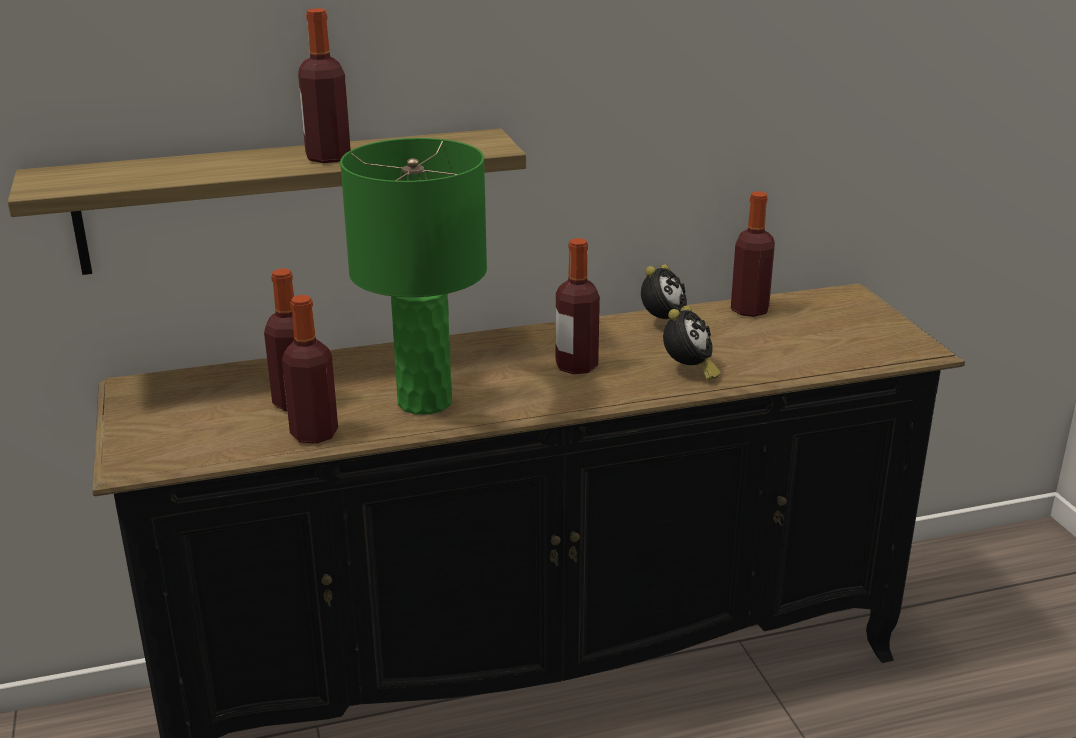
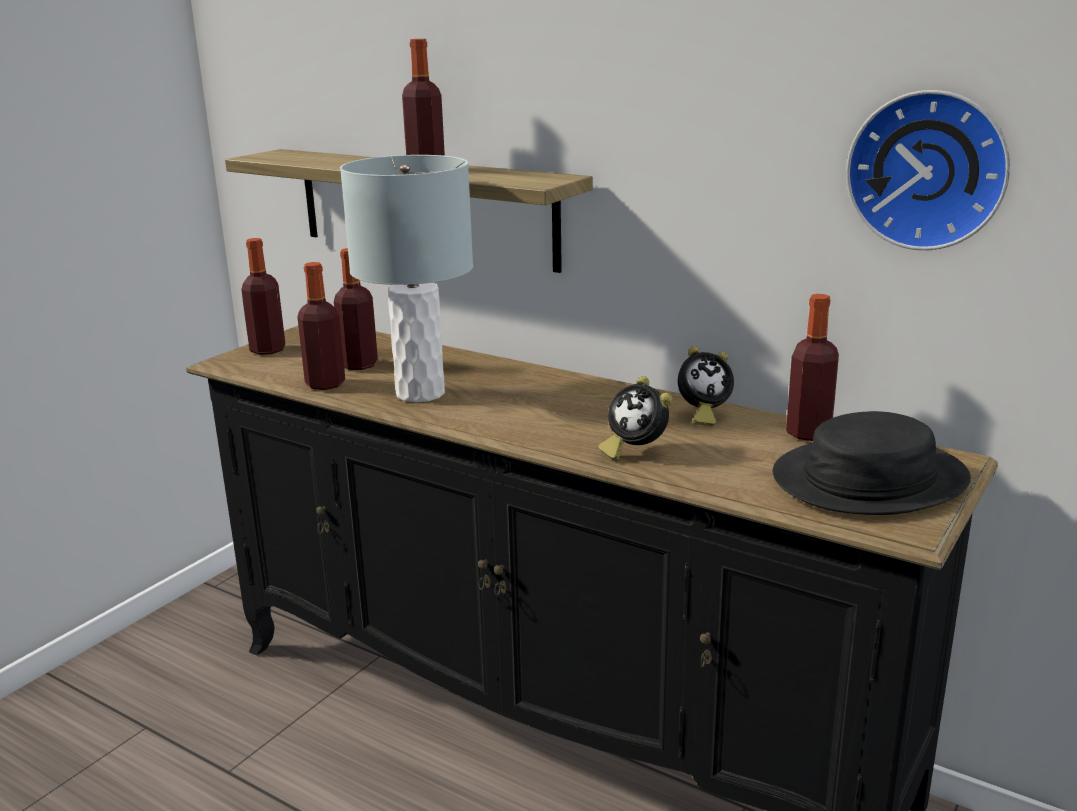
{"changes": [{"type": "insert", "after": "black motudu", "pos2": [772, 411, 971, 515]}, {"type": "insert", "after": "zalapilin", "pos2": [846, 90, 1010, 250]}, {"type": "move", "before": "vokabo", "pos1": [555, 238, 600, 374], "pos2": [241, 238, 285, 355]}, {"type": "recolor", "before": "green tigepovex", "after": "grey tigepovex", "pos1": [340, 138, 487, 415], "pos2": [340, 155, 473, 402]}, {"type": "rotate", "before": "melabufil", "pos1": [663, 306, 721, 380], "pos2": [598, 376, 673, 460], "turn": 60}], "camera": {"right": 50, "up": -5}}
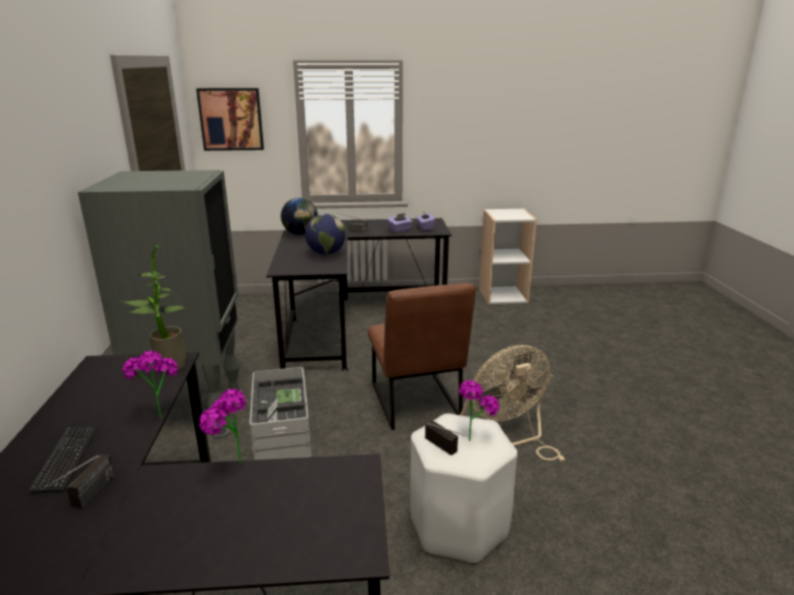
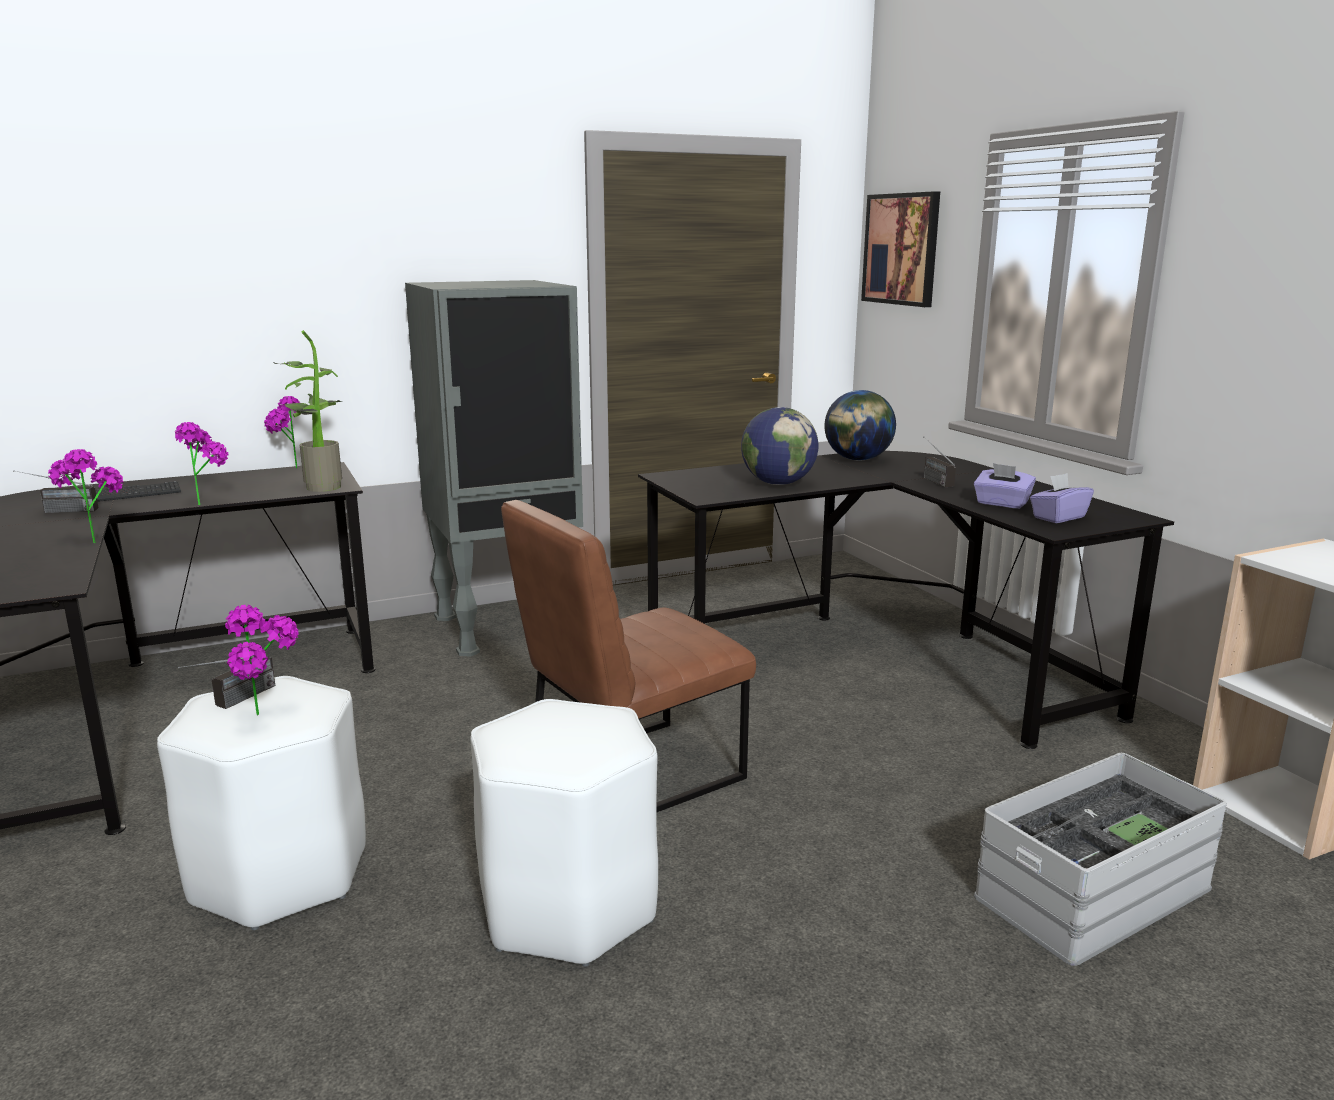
{"changes": [{"type": "insert", "after": "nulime", "pos2": [264, 396, 300, 469]}, {"type": "move", "before": "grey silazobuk", "pos1": [250, 367, 312, 460], "pos2": [974, 753, 1227, 966]}, {"type": "replace", "before": "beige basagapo", "after": "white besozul", "pos1": [460, 345, 565, 463], "pos2": [470, 699, 658, 967]}], "camera": {"right": 70, "up": -5}}
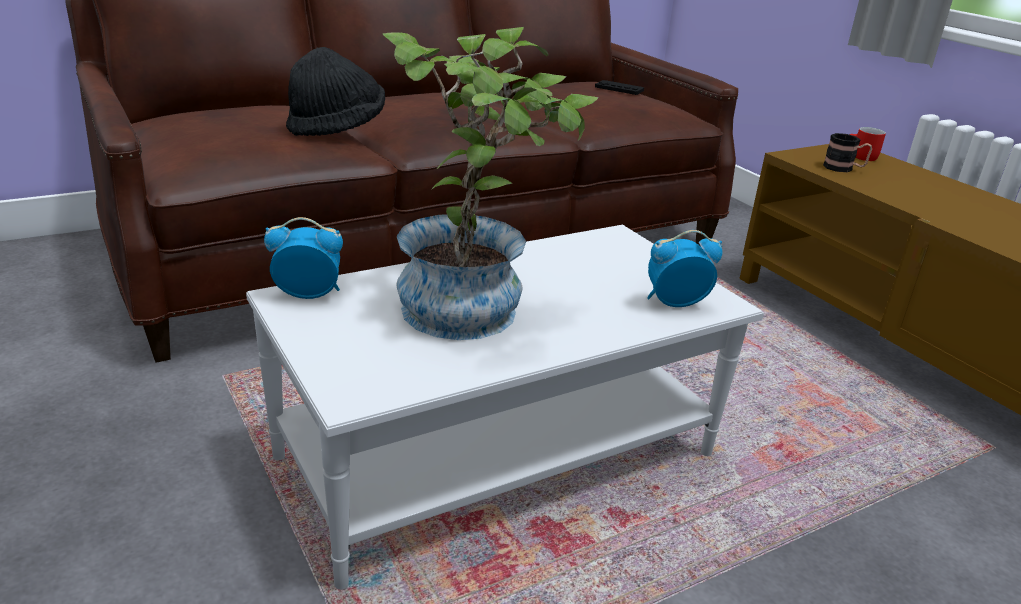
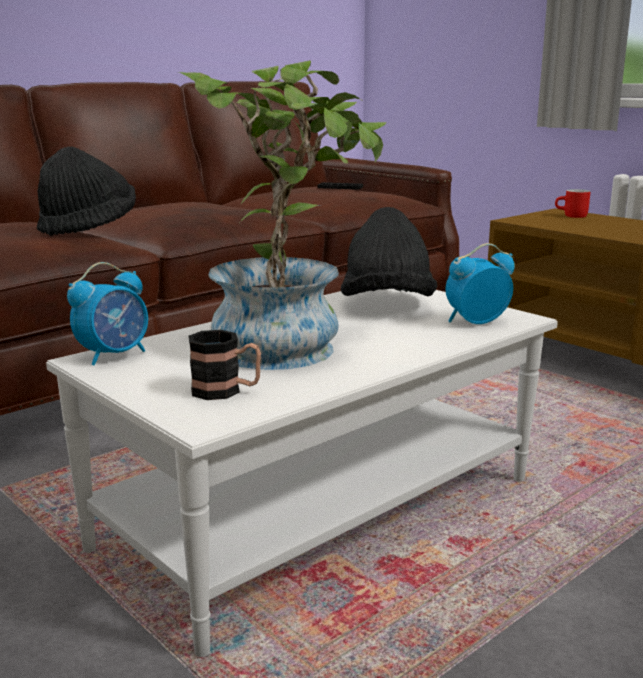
{"changes": [{"type": "insert", "after": "black motudu", "pos2": [341, 207, 437, 296]}, {"type": "move", "before": "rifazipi", "pos1": [823, 133, 872, 172], "pos2": [189, 330, 261, 400]}, {"type": "rotate", "before": "melabufil", "pos1": [264, 217, 343, 299], "pos2": [67, 262, 148, 365], "turn": 150}], "camera": {"right": -10, "up": -10}}
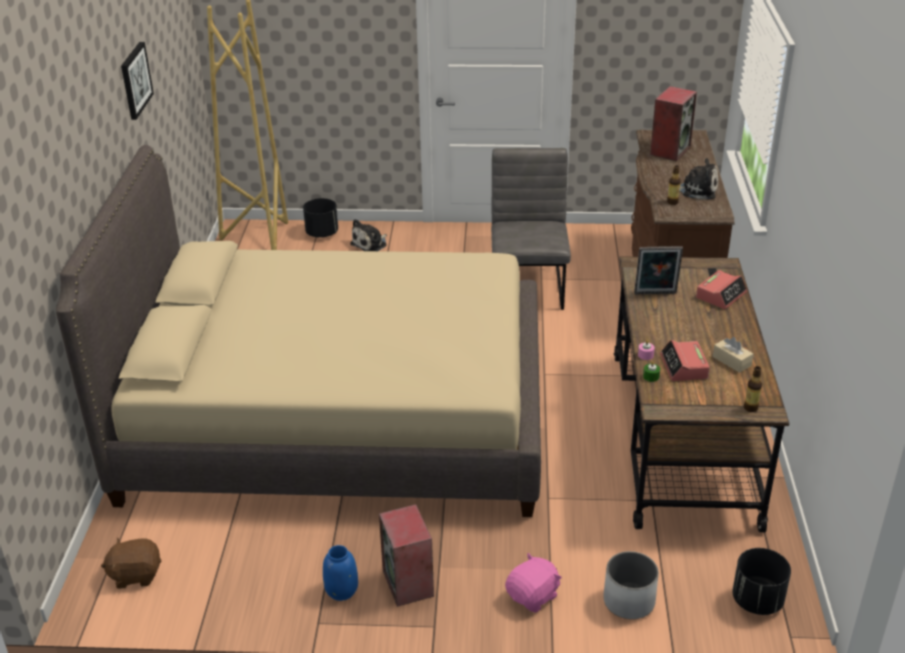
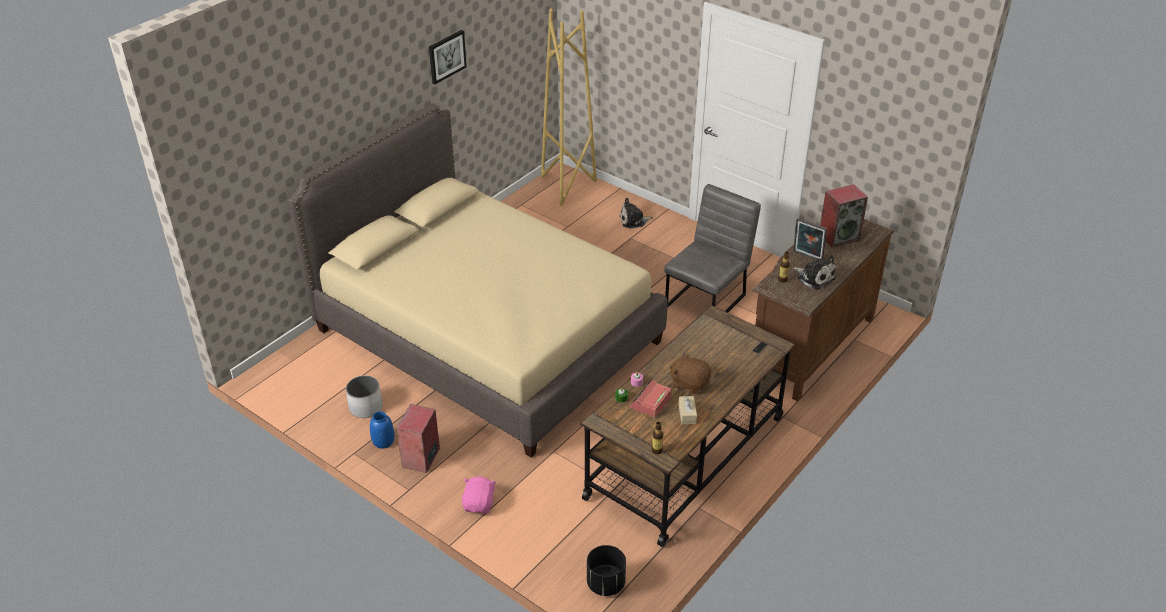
{"changes": [{"type": "delete", "before": "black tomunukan", "pos1": [303, 198, 338, 237]}, {"type": "delete", "before": "melabufil", "pos1": [696, 270, 747, 309]}, {"type": "move", "before": "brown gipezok", "pos1": [101, 538, 162, 589], "pos2": [669, 353, 711, 394]}, {"type": "move", "before": "white tomunukan", "pos1": [604, 551, 659, 619], "pos2": [346, 375, 383, 418]}, {"type": "move", "before": "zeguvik", "pos1": [634, 246, 683, 294], "pos2": [793, 218, 827, 260]}, {"type": "rotate", "before": "pink gipezok", "pos1": [505, 553, 562, 613], "pos2": [462, 477, 496, 514], "turn": -75}], "camera": {"right": 35, "up": 5}}
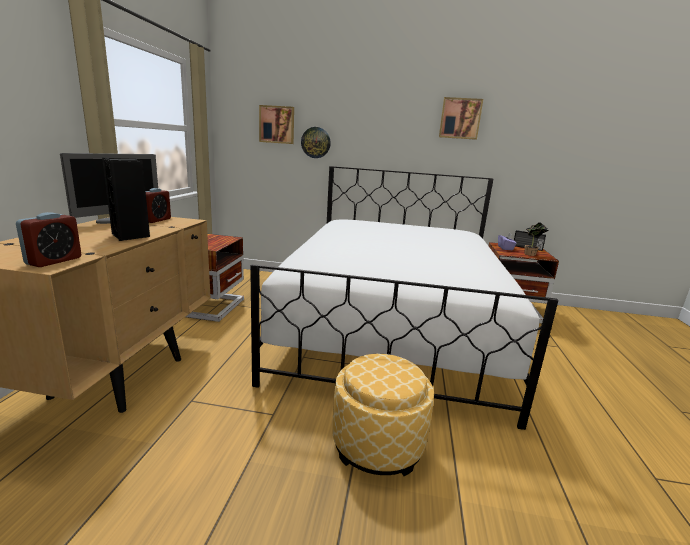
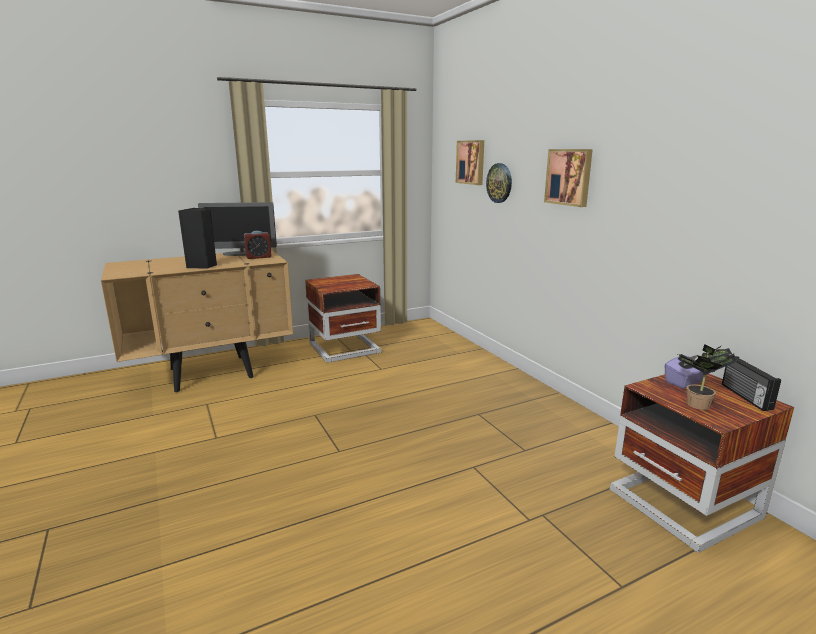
{"changes": [{"type": "delete", "before": "melabufil", "pos1": [16, 212, 82, 267]}, {"type": "delete", "before": "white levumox", "pos1": [250, 166, 558, 430]}, {"type": "delete", "before": "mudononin", "pos1": [332, 354, 434, 476]}, {"type": "move", "before": "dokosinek", "pos1": [439, 97, 483, 140], "pos2": [544, 149, 593, 207]}], "camera": {"right": 55, "up": 0}}
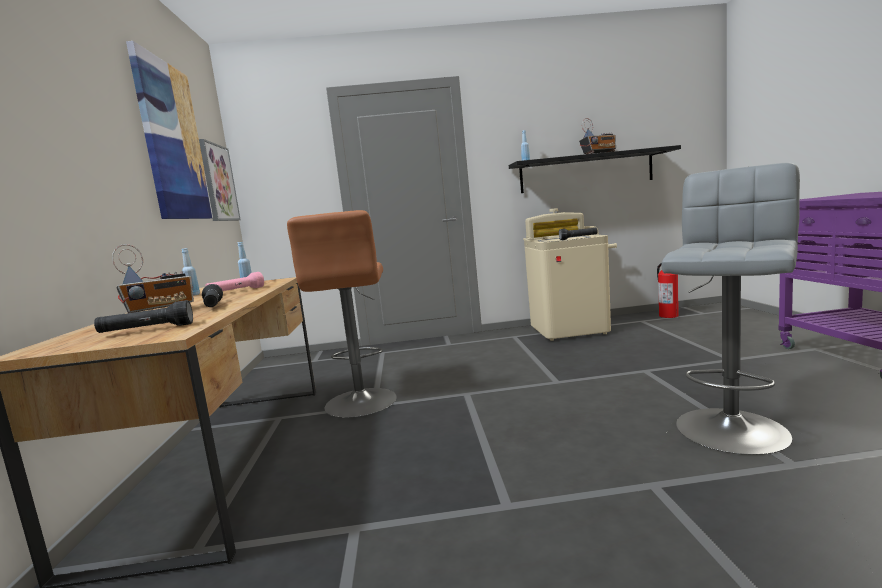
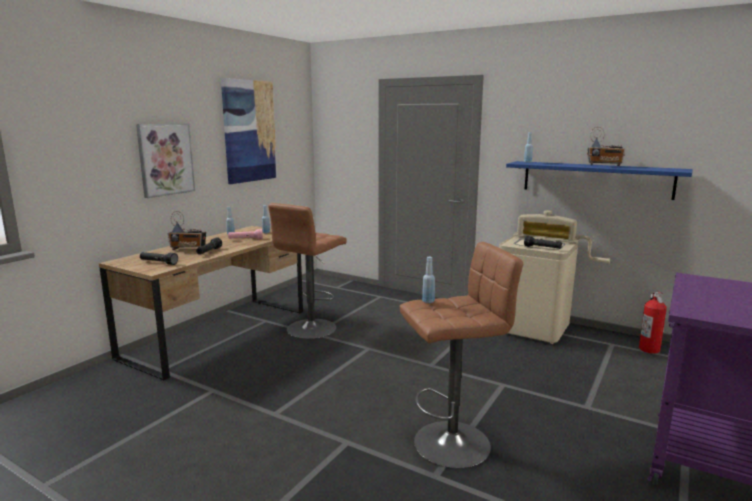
{"changes": [{"type": "insert", "after": "blue vokabo", "pos2": [422, 257, 435, 303]}, {"type": "move", "before": "dokosinek", "pos1": [199, 139, 241, 221], "pos2": [136, 124, 195, 198]}, {"type": "recolor", "before": "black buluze", "after": "blue buluze", "pos1": [509, 145, 681, 193], "pos2": [506, 161, 693, 200]}, {"type": "recolor", "before": "grey besozul", "after": "brown besozul", "pos1": [662, 163, 800, 455], "pos2": [400, 242, 523, 468]}], "camera": {"right": 35, "up": 5}}
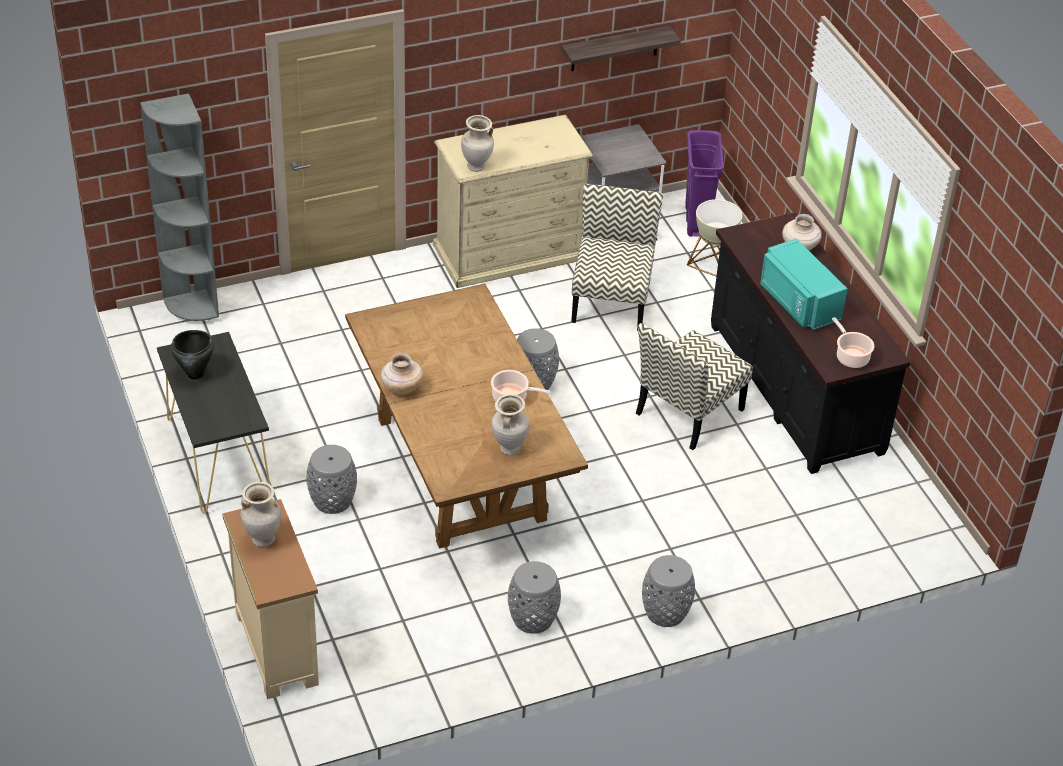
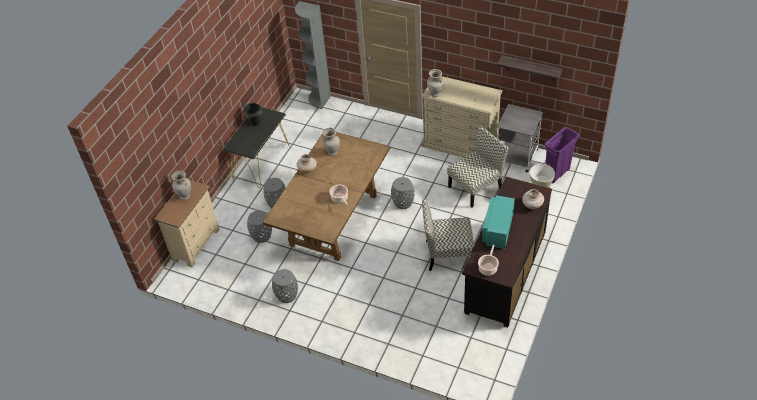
{"changes": [{"type": "move", "before": "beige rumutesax", "pos1": [492, 394, 529, 455], "pos2": [322, 128, 340, 156]}, {"type": "move", "before": "grey besozul", "pos1": [642, 555, 695, 627], "pos2": [247, 210, 272, 243]}], "camera": {"right": 50, "up": 5}}
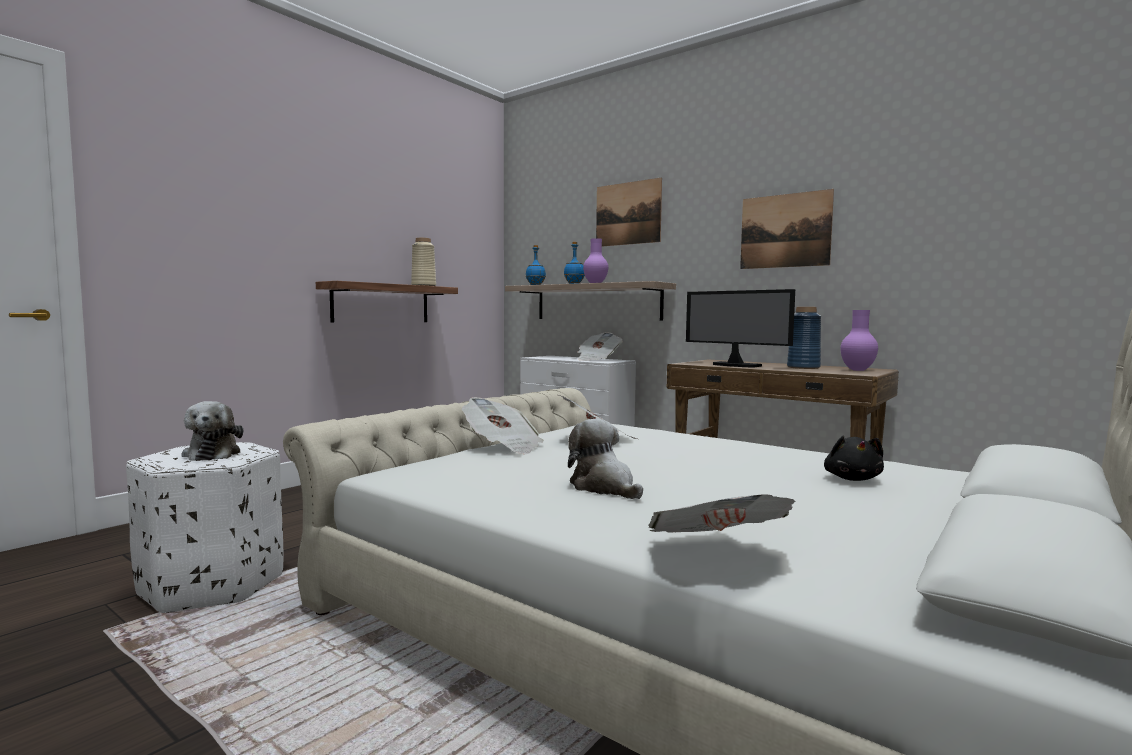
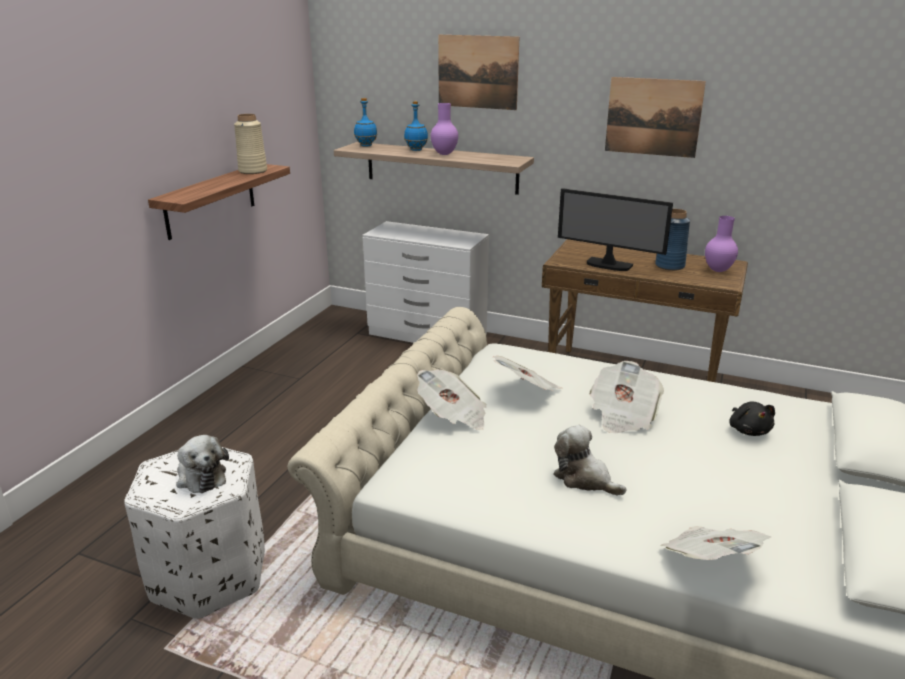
{"changes": [{"type": "move", "before": "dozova", "pos1": [578, 332, 622, 361], "pos2": [590, 361, 664, 433]}], "camera": {"right": -15, "up": 20}}
